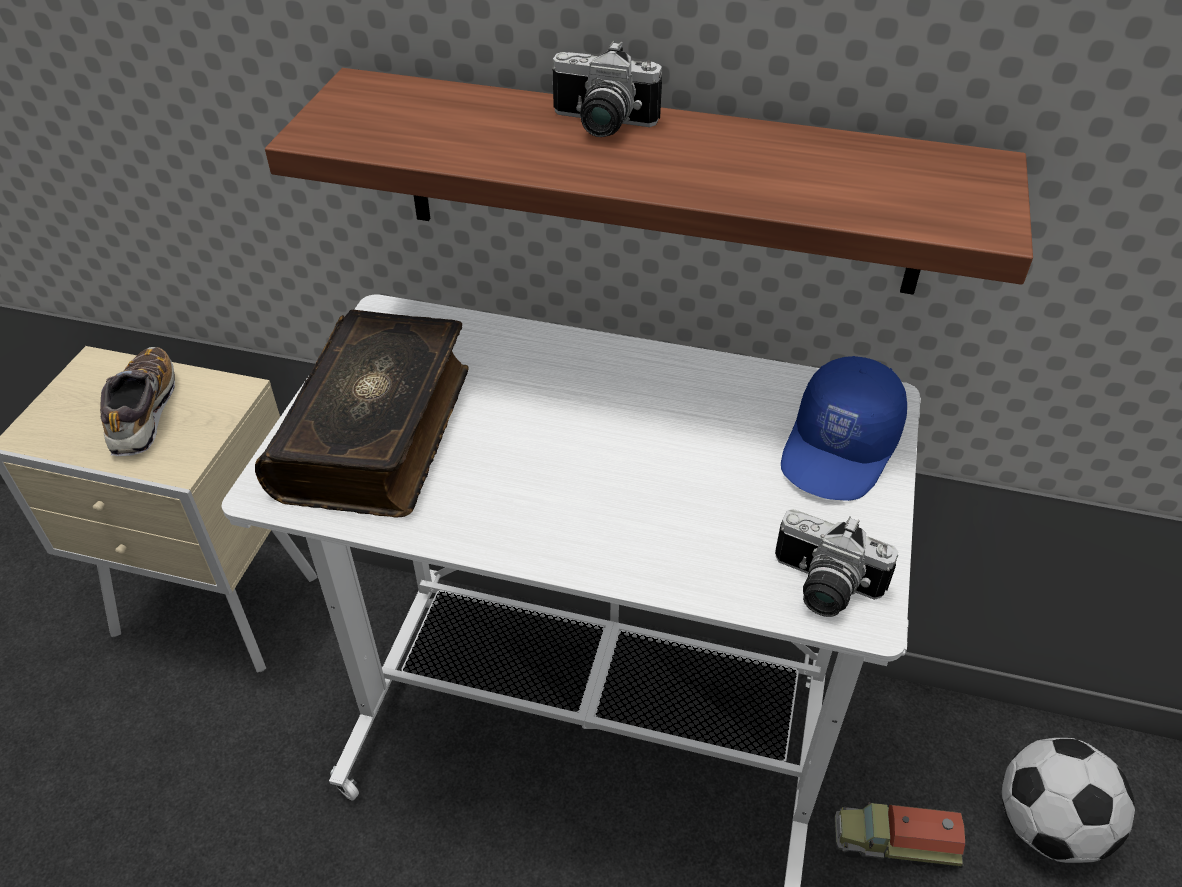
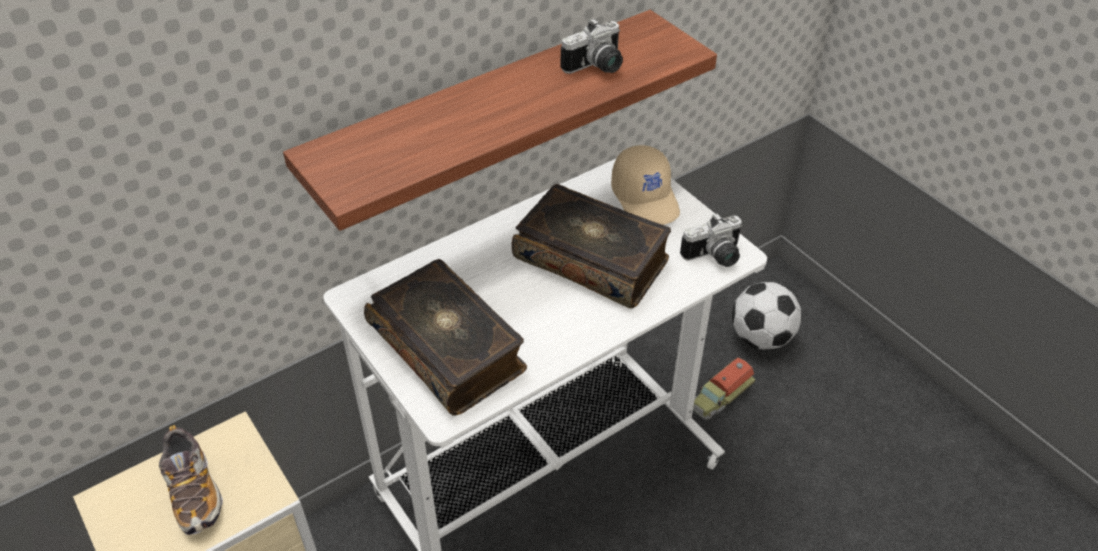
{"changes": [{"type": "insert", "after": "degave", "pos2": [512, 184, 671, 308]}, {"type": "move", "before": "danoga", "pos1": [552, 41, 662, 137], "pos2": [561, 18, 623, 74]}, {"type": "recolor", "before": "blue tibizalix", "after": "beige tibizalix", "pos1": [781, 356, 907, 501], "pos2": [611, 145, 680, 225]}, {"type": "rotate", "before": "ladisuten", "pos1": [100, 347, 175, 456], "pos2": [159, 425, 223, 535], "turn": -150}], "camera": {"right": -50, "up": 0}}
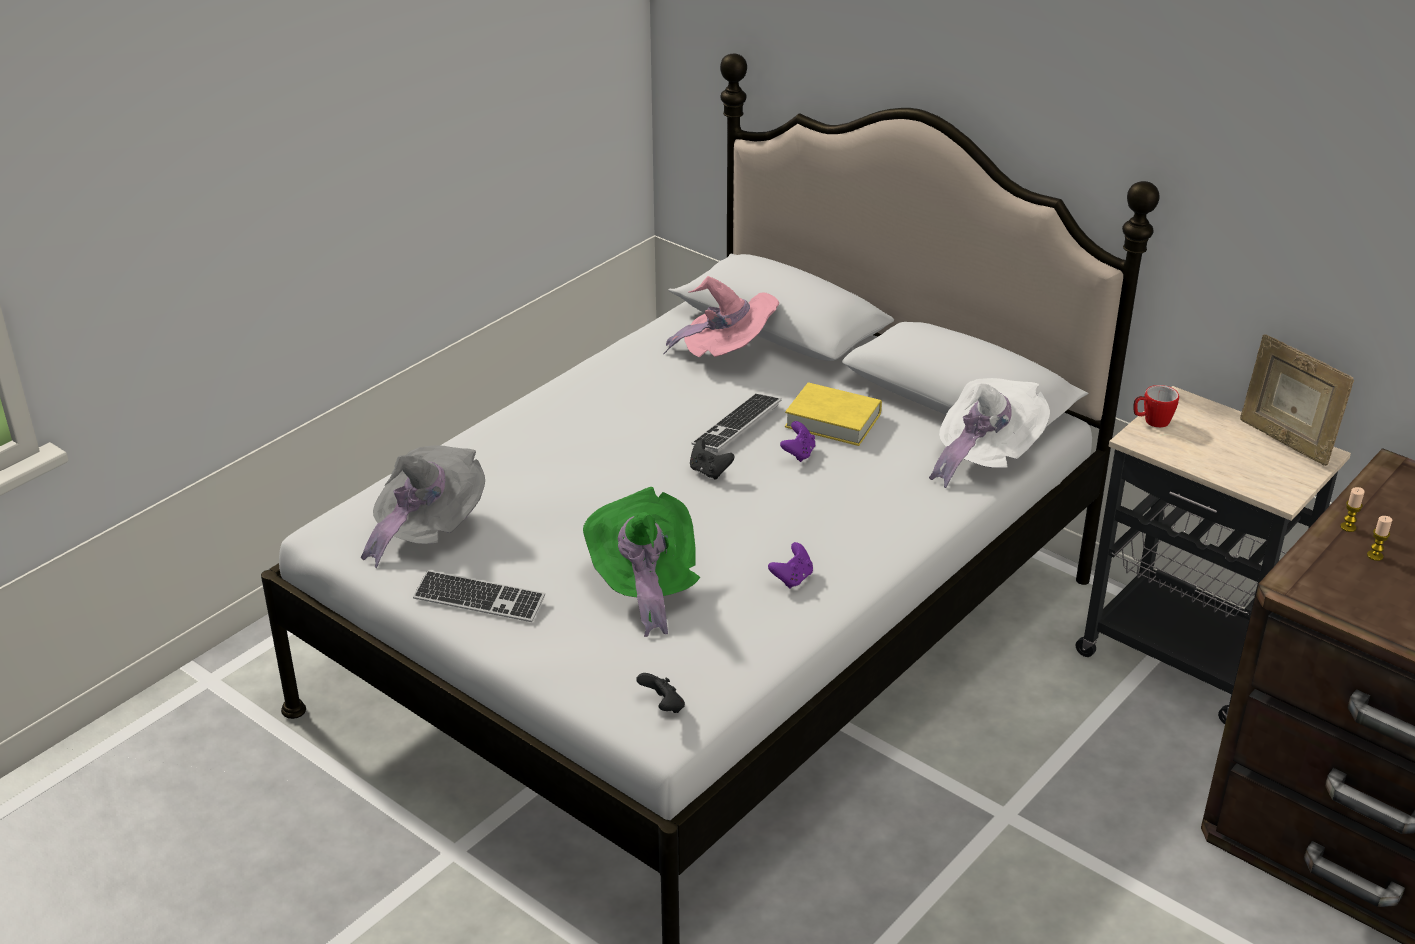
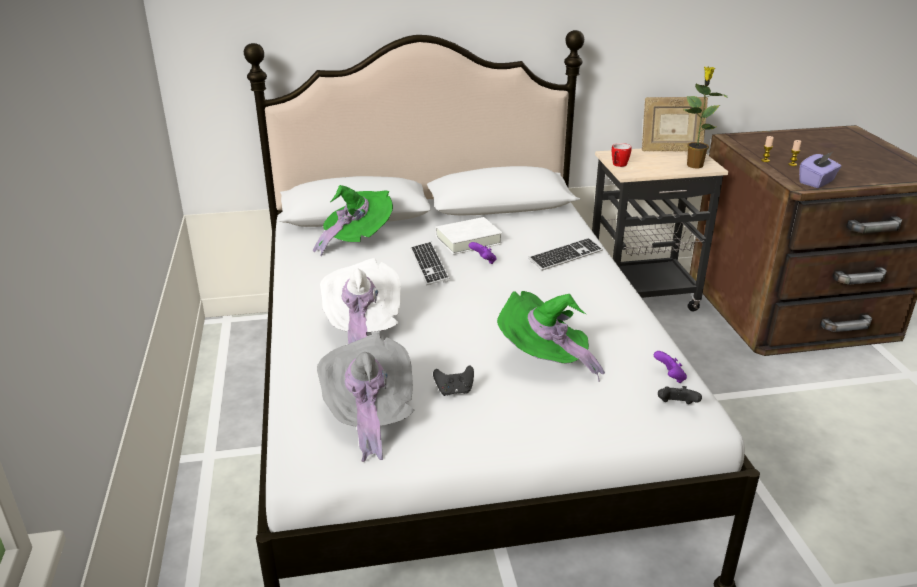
{"changes": [{"type": "insert", "after": "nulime", "pos2": [684, 67, 728, 169]}, {"type": "insert", "after": "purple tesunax", "pos2": [799, 152, 842, 188]}, {"type": "move", "before": "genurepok", "pos1": [413, 570, 545, 622], "pos2": [528, 238, 603, 271]}, {"type": "move", "before": "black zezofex", "pos1": [690, 439, 734, 480], "pos2": [433, 365, 474, 396]}, {"type": "move", "before": "purple zezofex", "pos1": [768, 542, 813, 589], "pos2": [654, 351, 687, 383]}, {"type": "move", "before": "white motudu", "pos1": [929, 378, 1050, 488], "pos2": [320, 258, 401, 344]}, {"type": "recolor", "before": "pink motudu", "after": "green motudu", "pos1": [664, 276, 779, 358], "pos2": [313, 185, 393, 256]}, {"type": "recolor", "before": "yellow degave", "after": "white degave", "pos1": [785, 383, 882, 446], "pos2": [435, 217, 502, 255]}], "camera": {"right": -50, "up": -5}}
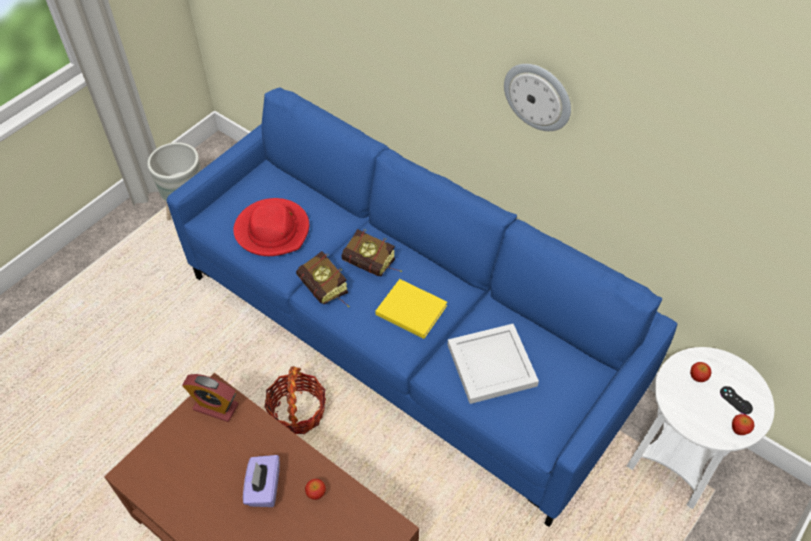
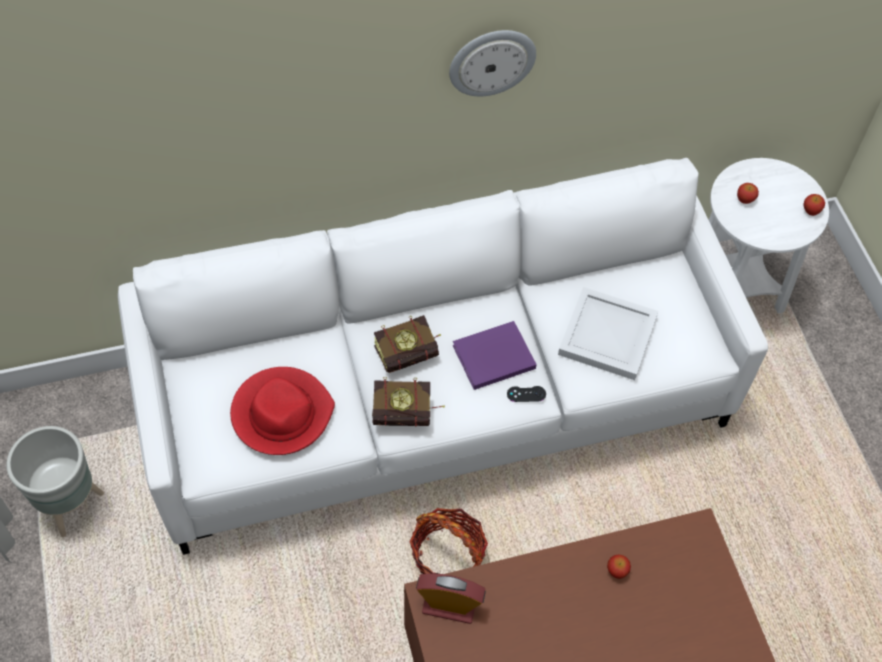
{"changes": [{"type": "delete", "before": "purple tesunax", "pos1": [243, 455, 280, 507]}, {"type": "move", "before": "black zezofex", "pos1": [720, 386, 753, 414], "pos2": [507, 386, 546, 402]}, {"type": "recolor", "before": "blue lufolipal", "after": "white lufolipal", "pos1": [167, 87, 677, 527], "pos2": [118, 158, 768, 555]}, {"type": "recolor", "before": "yellow degave", "after": "purple degave", "pos1": [375, 279, 447, 339], "pos2": [453, 321, 537, 390]}, {"type": "rotate", "before": "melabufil", "pos1": [182, 374, 238, 422], "pos2": [416, 573, 486, 624], "turn": -135}], "camera": {"right": -55, "up": 5}}
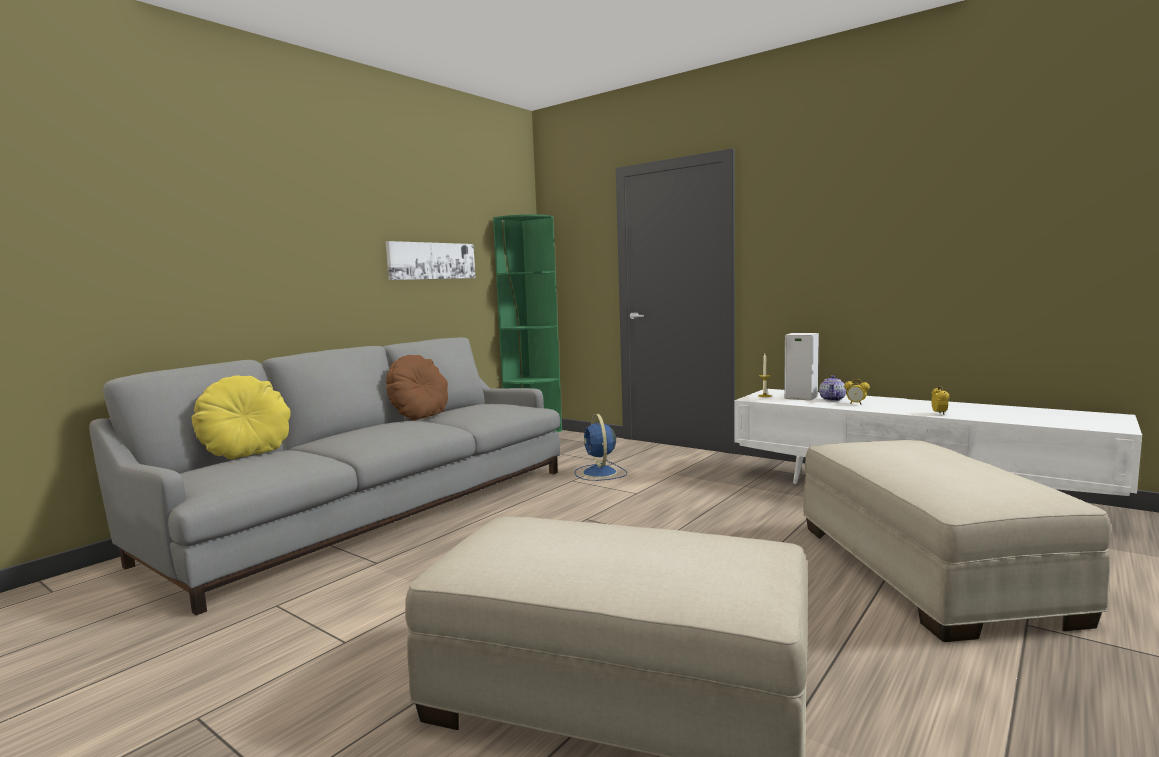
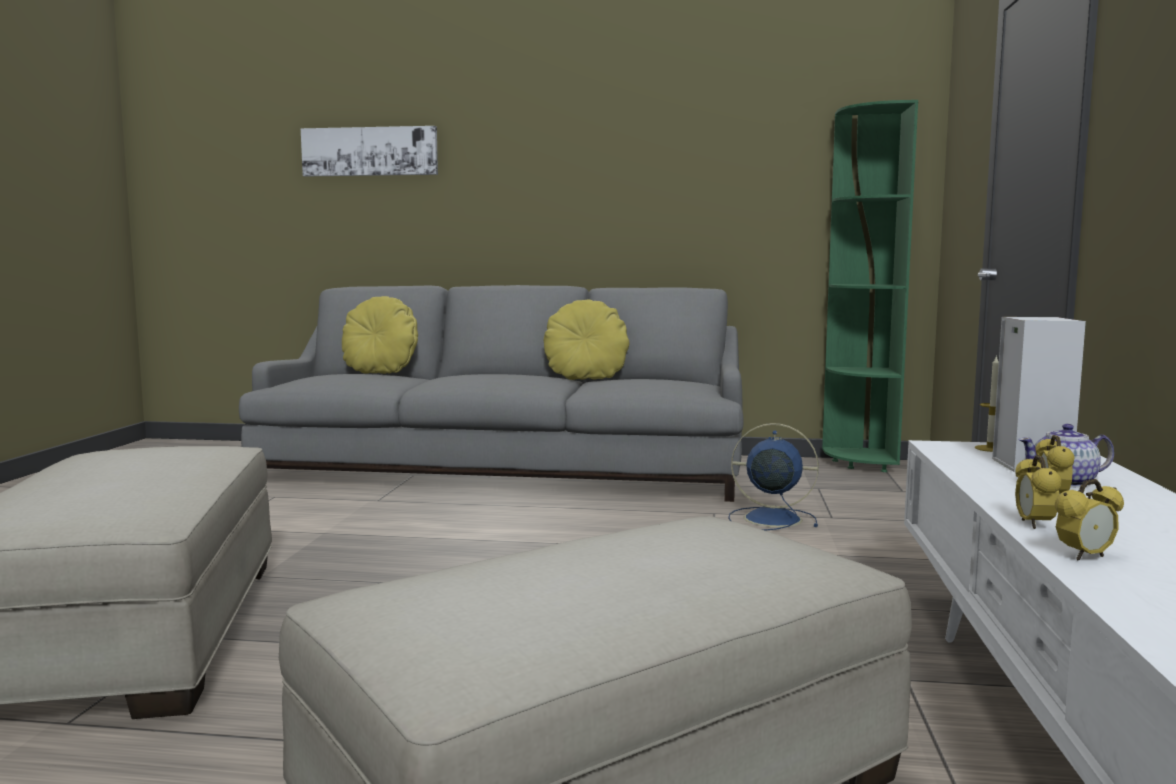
{"changes": [{"type": "insert", "after": "melabufil", "pos2": [1015, 455, 1061, 529]}, {"type": "move", "before": "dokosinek", "pos1": [386, 241, 475, 280], "pos2": [301, 126, 438, 176]}, {"type": "recolor", "before": "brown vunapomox", "after": "yellow vunapomox", "pos1": [386, 355, 448, 420], "pos2": [544, 300, 629, 380]}, {"type": "rotate", "before": "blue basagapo", "pos1": [575, 414, 627, 481], "pos2": [728, 423, 819, 531], "turn": 60}], "camera": {"right": 60, "up": 0}}
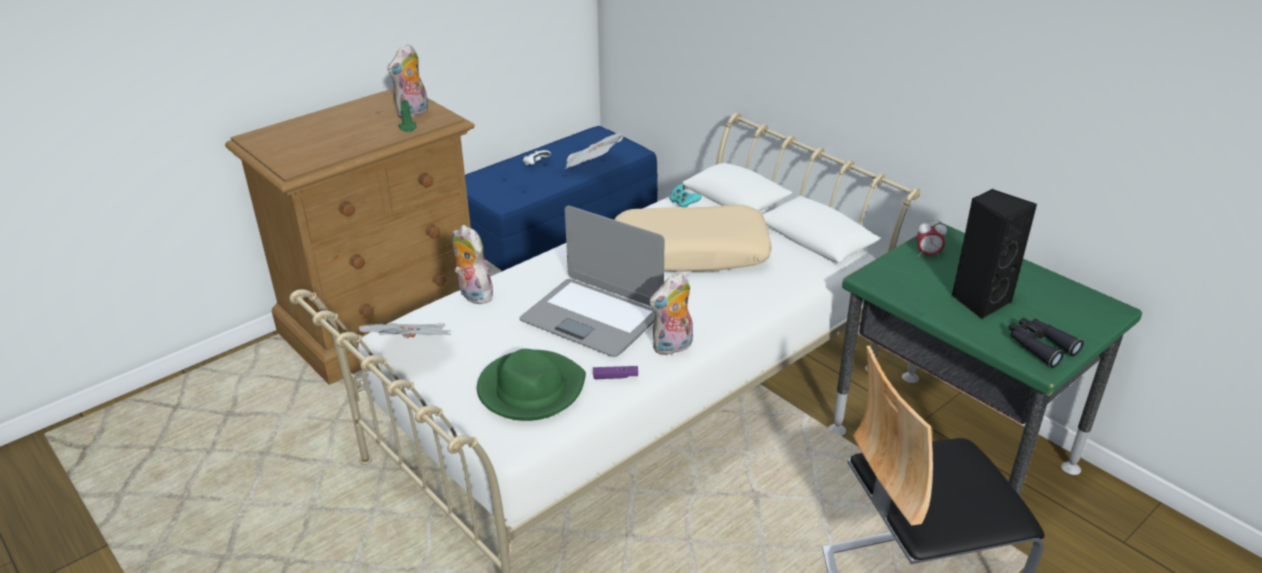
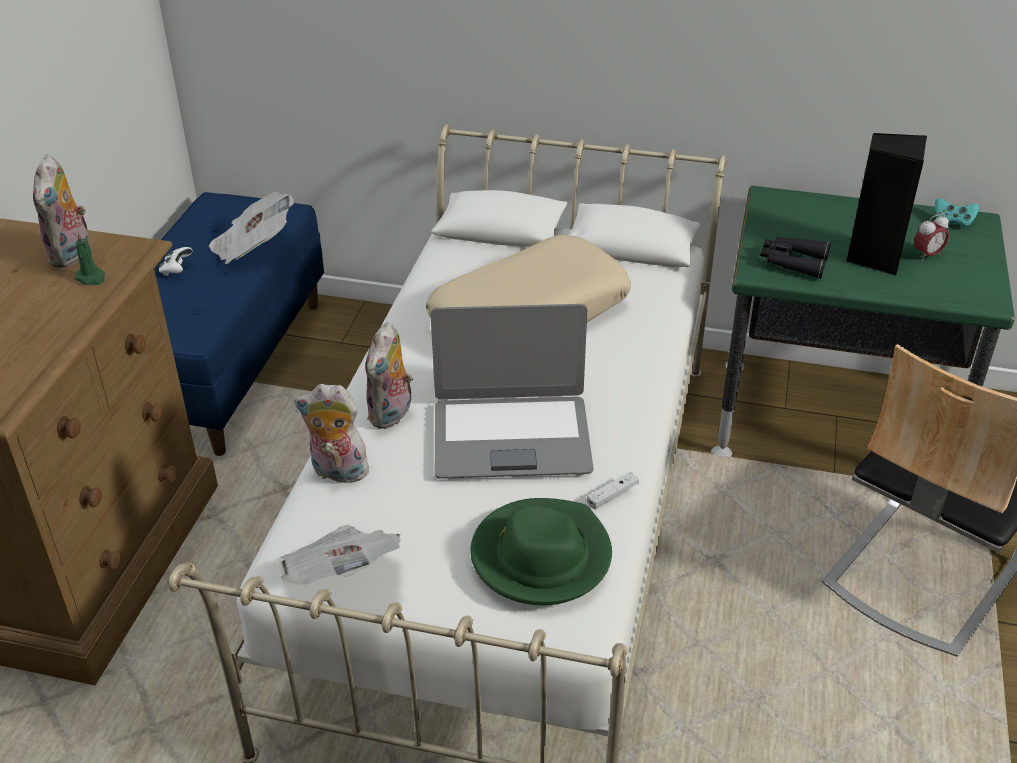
{"changes": [{"type": "move", "before": "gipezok", "pos1": [649, 272, 693, 355], "pos2": [365, 322, 413, 429]}, {"type": "move", "before": "turquoise zezofex", "pos1": [669, 184, 702, 207], "pos2": [935, 198, 979, 229]}, {"type": "move", "before": "melabufil", "pos1": [916, 220, 947, 258], "pos2": [914, 214, 949, 261]}, {"type": "move", "before": "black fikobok", "pos1": [1009, 317, 1084, 368], "pos2": [760, 236, 831, 279]}, {"type": "recolor", "before": "purple zezofex", "after": "white zezofex", "pos1": [593, 366, 638, 379], "pos2": [587, 472, 639, 509]}], "camera": {"right": -35, "up": 5}}
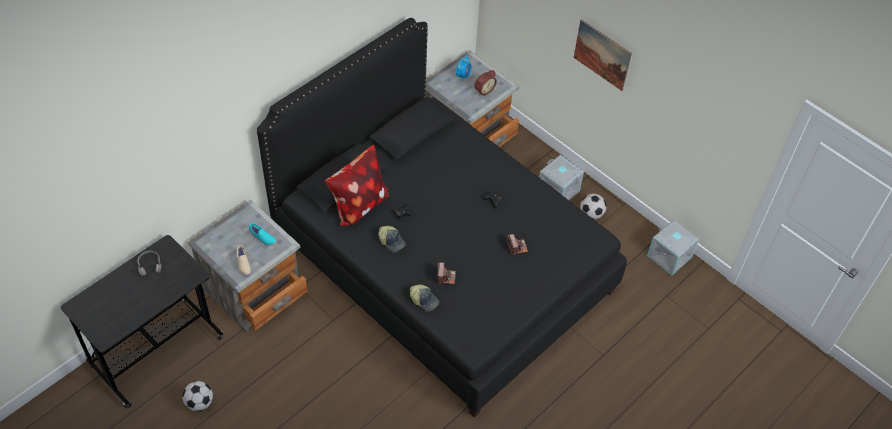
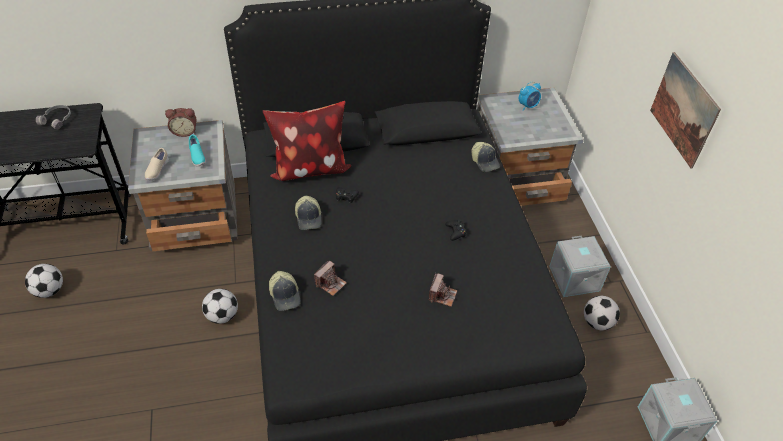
{"changes": [{"type": "insert", "after": "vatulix", "pos2": [202, 289, 238, 324]}, {"type": "insert", "after": "tibizalix", "pos2": [472, 142, 500, 172]}, {"type": "move", "before": "melabufil", "pos1": [474, 70, 497, 96], "pos2": [165, 108, 197, 137]}], "camera": {"right": 35, "up": -5}}
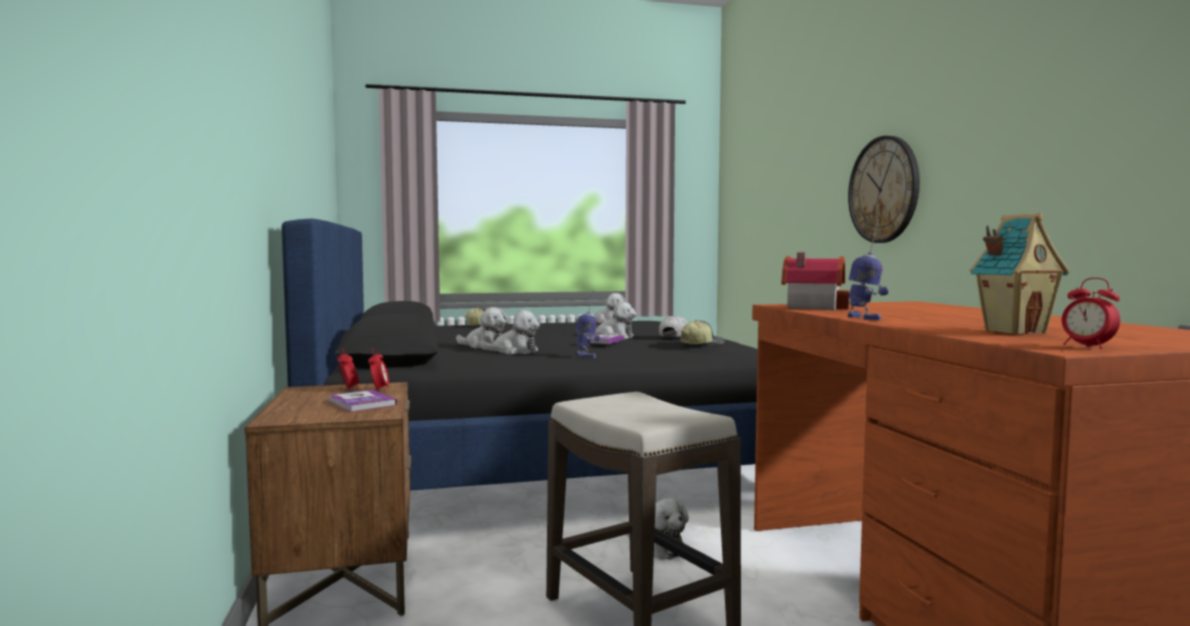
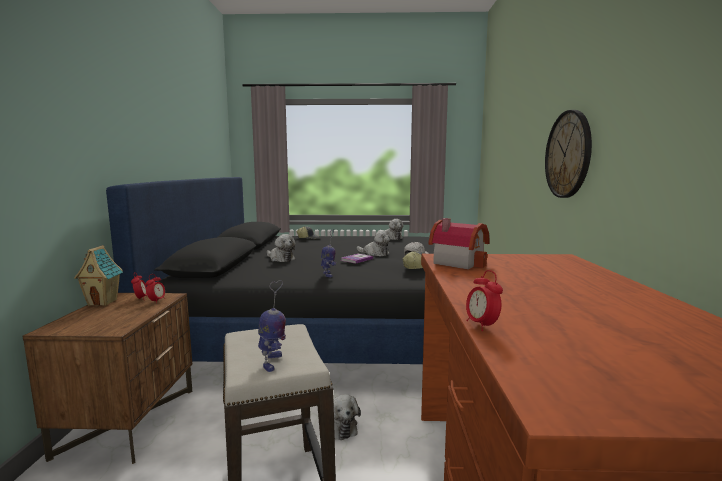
{"changes": [{"type": "delete", "before": "degave", "pos1": [329, 390, 397, 412]}, {"type": "delete", "before": "gipezok", "pos1": [479, 310, 540, 354]}, {"type": "move", "before": "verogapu", "pos1": [848, 220, 888, 320], "pos2": [258, 280, 286, 372]}, {"type": "move", "before": "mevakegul", "pos1": [970, 213, 1070, 335], "pos2": [74, 245, 123, 306]}, {"type": "move", "before": "melabufil", "pos1": [1062, 278, 1121, 349], "pos2": [466, 270, 503, 331]}], "camera": {"right": 15, "up": 5}}
